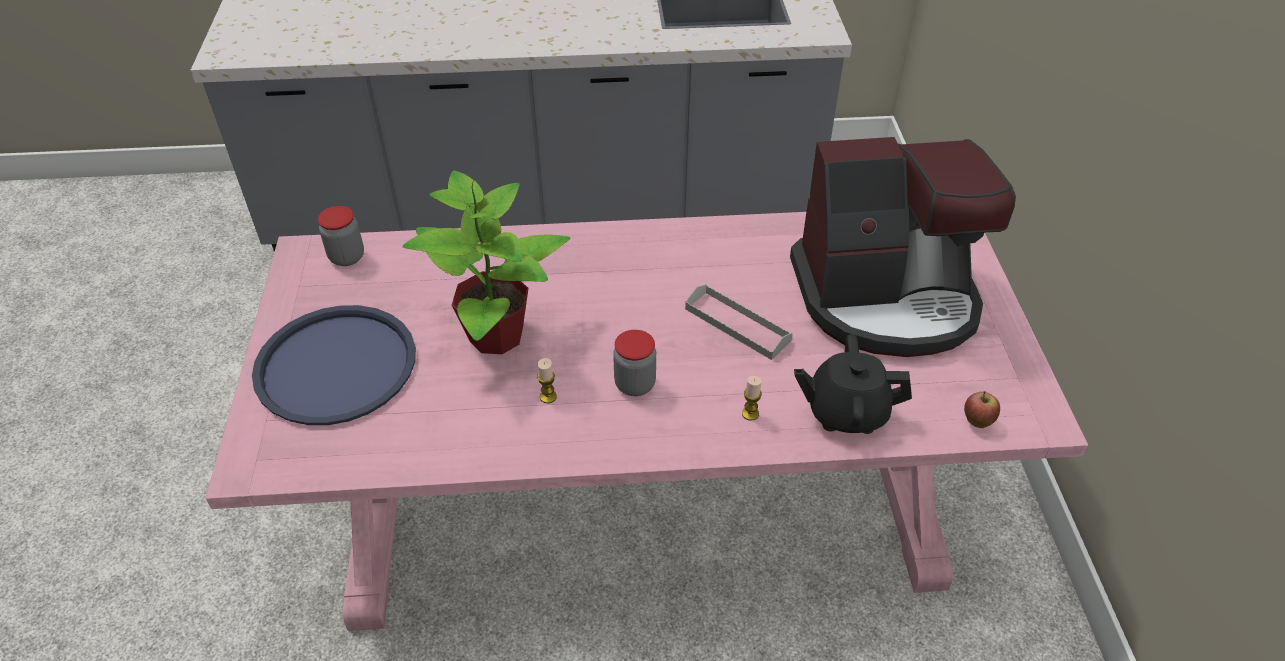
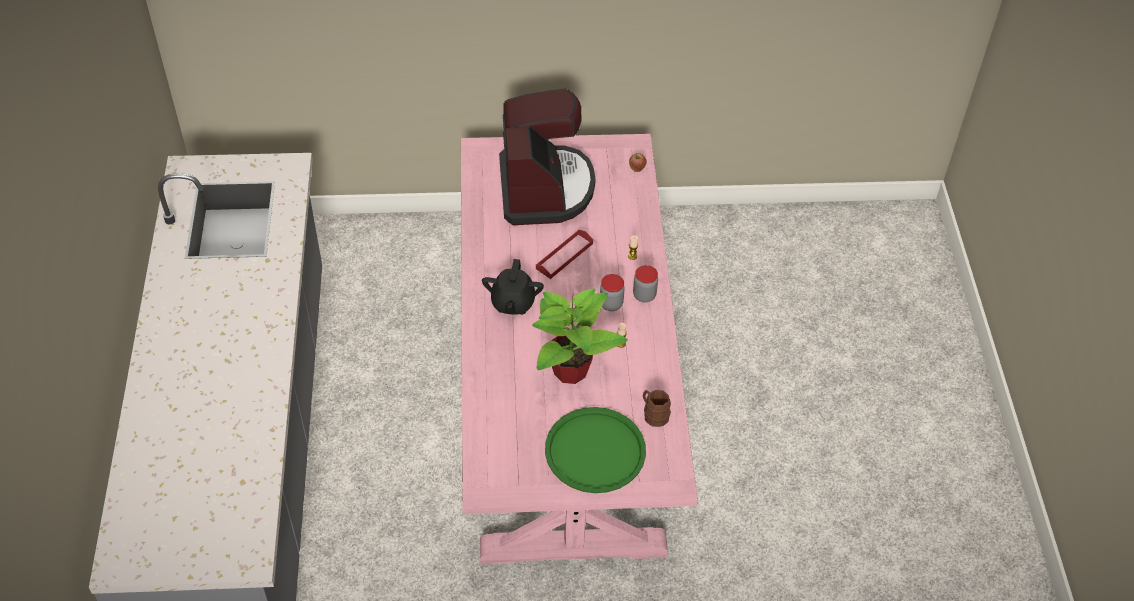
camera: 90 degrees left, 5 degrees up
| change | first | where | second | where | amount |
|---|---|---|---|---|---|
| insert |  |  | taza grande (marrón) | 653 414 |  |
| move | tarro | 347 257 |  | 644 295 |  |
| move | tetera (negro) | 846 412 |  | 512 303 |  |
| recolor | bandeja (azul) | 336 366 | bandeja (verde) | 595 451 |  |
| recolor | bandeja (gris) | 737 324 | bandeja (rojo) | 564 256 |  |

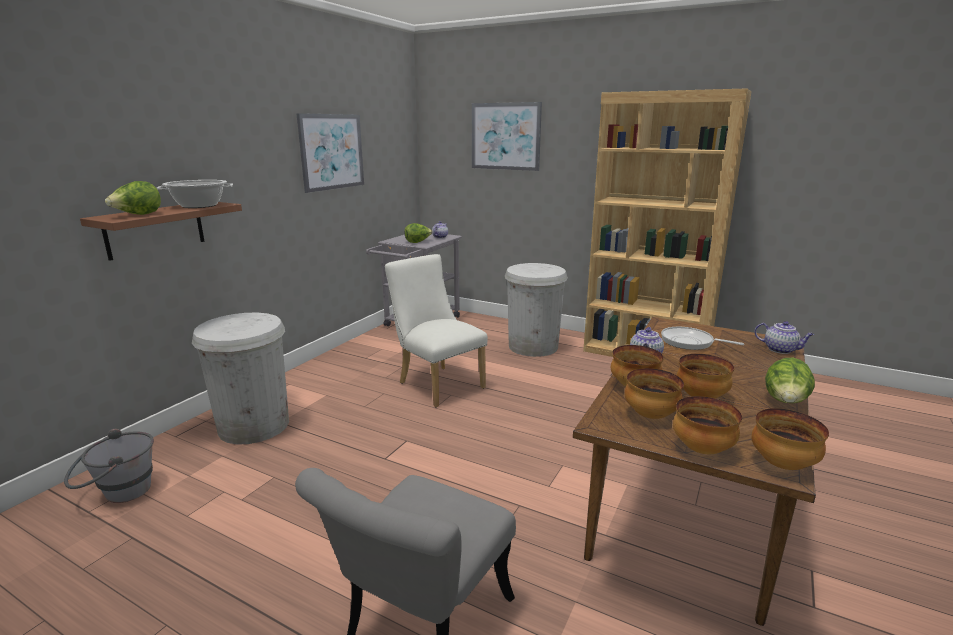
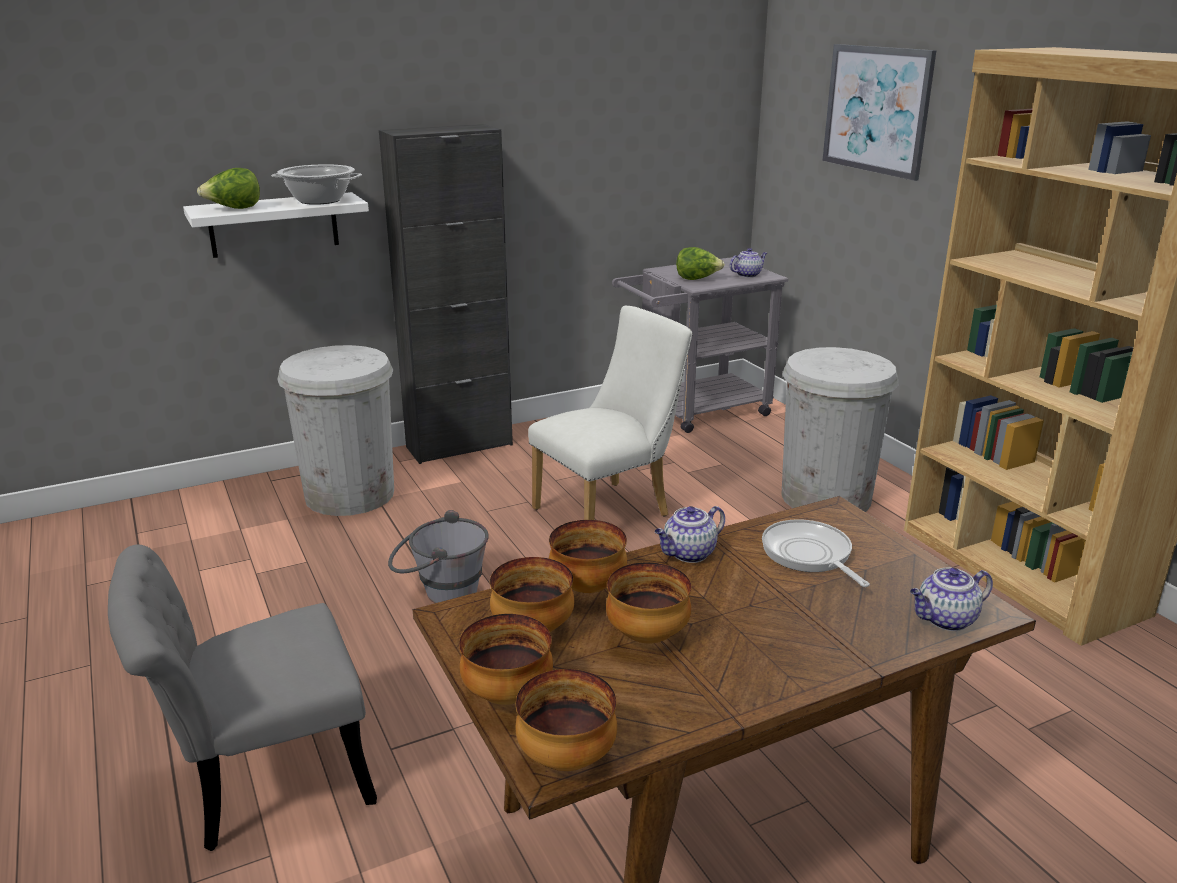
camera: 35 degrees right, 5 degrees up
| change | first | where | second | where | amount |
|---|---|---|---|---|---|
| delete | cuadro | 332 152 |  |  |  |
| delete | lechuga | 785 402 |  |  |  |
| insert |  |  | armario (negro) | 459 446 |  |
| move | cubo (gris) | 118 494 |  | 440 592 |  |
| recolor | estante (marrón) | 155 229 | estante (blanco) | 274 225 |  |
| rotate | silla (blanco) | 437 383 |  | 610 510 | 60 degrees clockwise |
| rotate | tetera | 780 350 |  | 945 620 | 90 degrees clockwise |

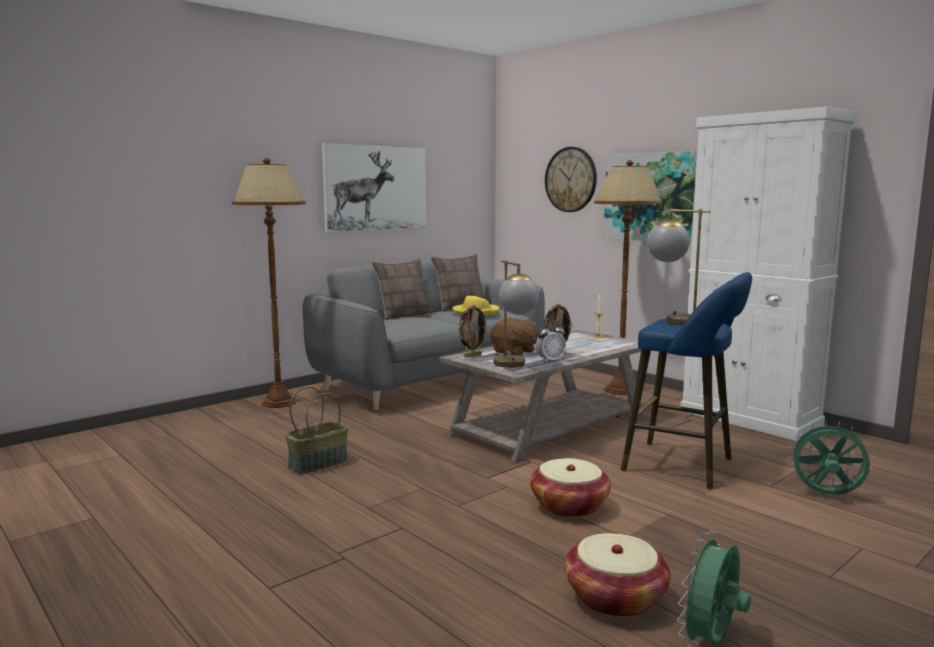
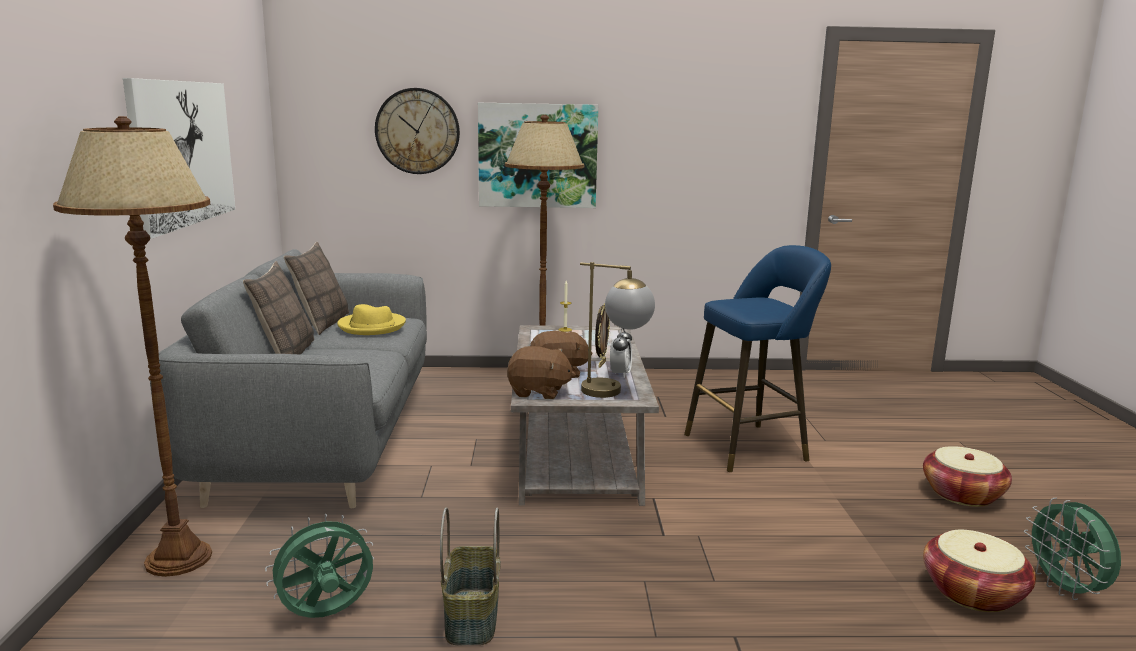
camera: 50 degrees left, 5 degrees up
| change | first | where | second | where | amount |
|---|---|---|---|---|---|
| delete | lámpara de mesa | 672 320 |  |  |  |
| delete | armario (blanco) | 750 418 |  |  |  |
| move | cesta | 569 506 |  | 962 494 |  |
| move | ventilador (verde) | 826 495 |  | 326 615 |  |
| replace | portarretratos | 472 356 | peluche (marrón) | 539 392 |  |

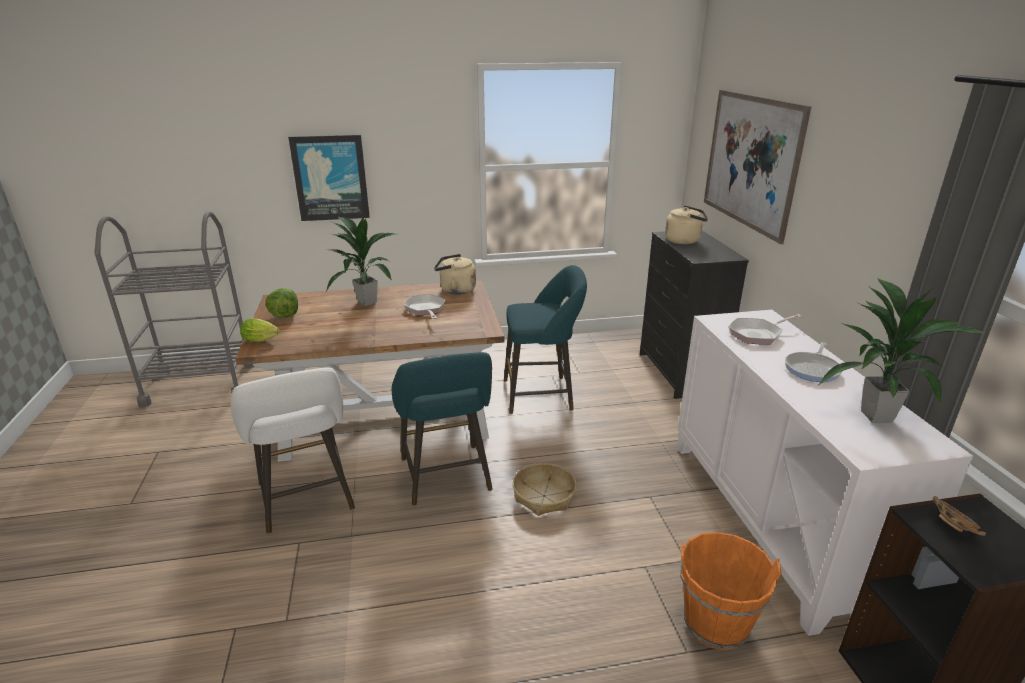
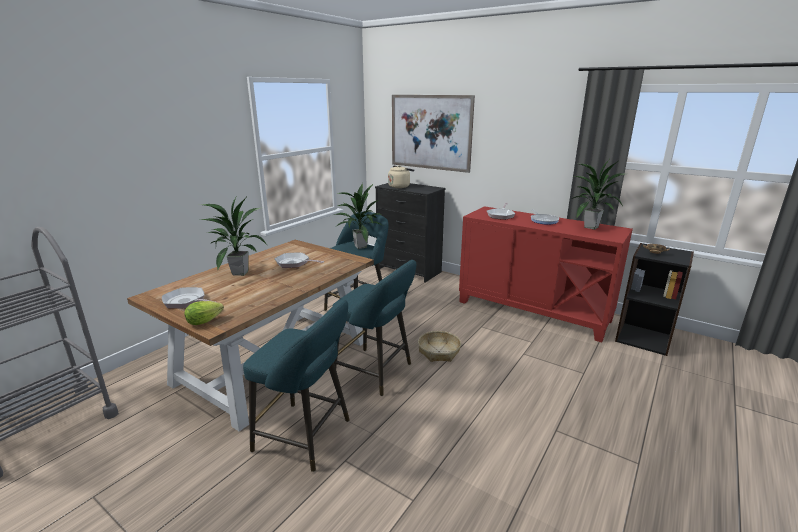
camera: 45 degrees left, 5 degrees down
| change | first | where | second | where | amount |
|---|---|---|---|---|---|
| delete | cuadro | 330 178 |  |  |  |
| delete | hervidor (beis) | 455 290 |  |  |  |
| delete | cubo (naranja) | 715 624 |  |  |  |
| insert |  |  | planta en maceta | 360 246 |  |
| replace | lechuga | 284 315 | sartén | 187 302 |  |
| recolor | taburete (blanco) | 307 500 | taburete (turquesa) | 307 437 |  |
| recolor | armario (blanco) | 772 519 | armario (rojo) | 533 311 |  |

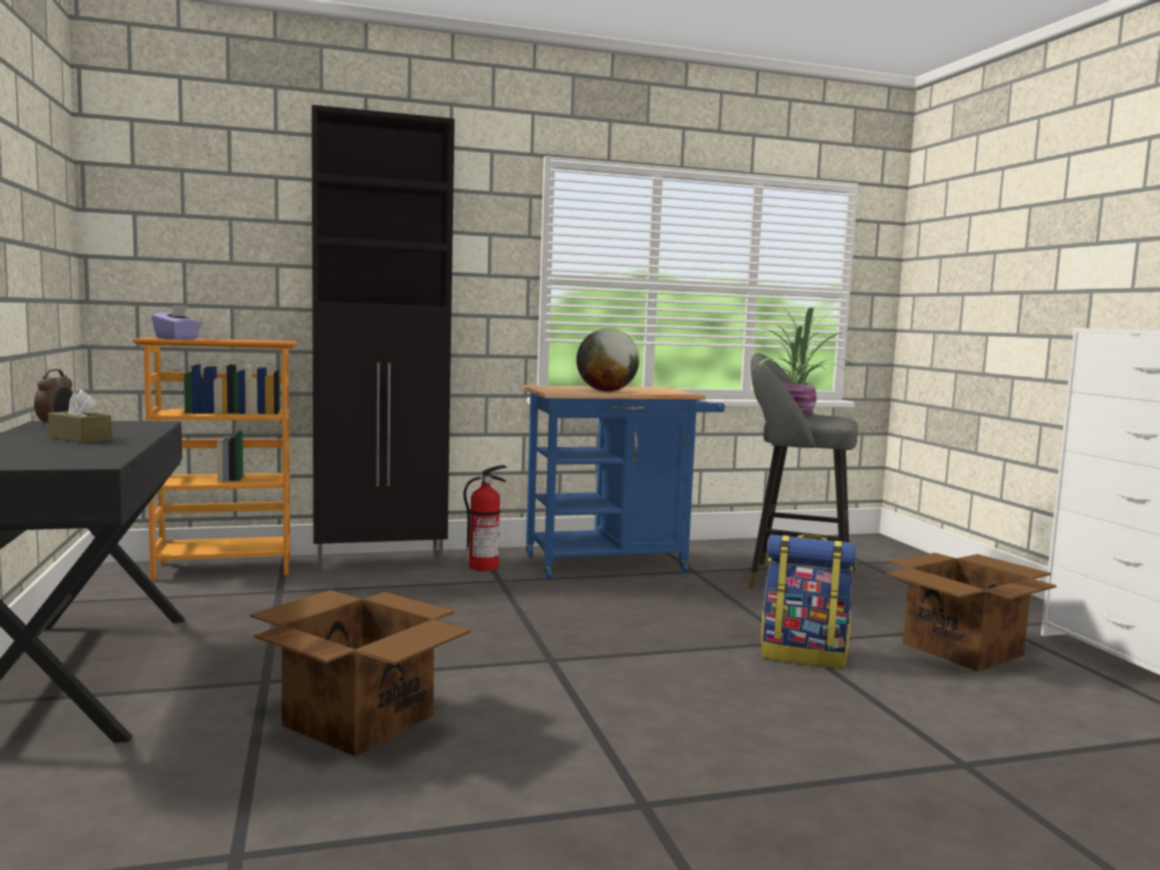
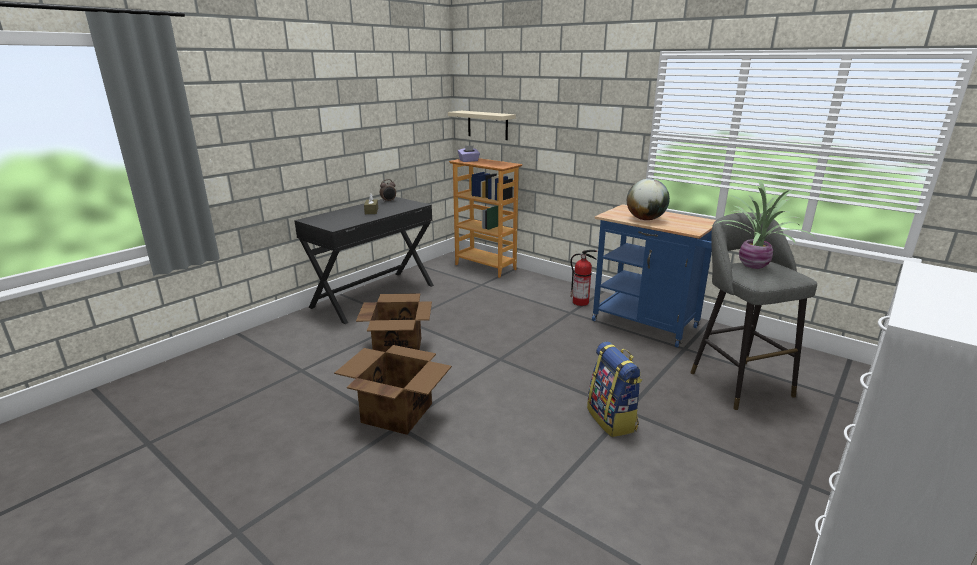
camera: 55 degrees right, 15 degrees up
| change | first | where | second | where | amount |
|---|---|---|---|---|---|
| delete | armario (negro) | 382 562 |  |  |  |
| insert |  |  | estante (beis) | 487 125 |  |
| move | caja de cartón | 960 649 |  | 396 412 |  |

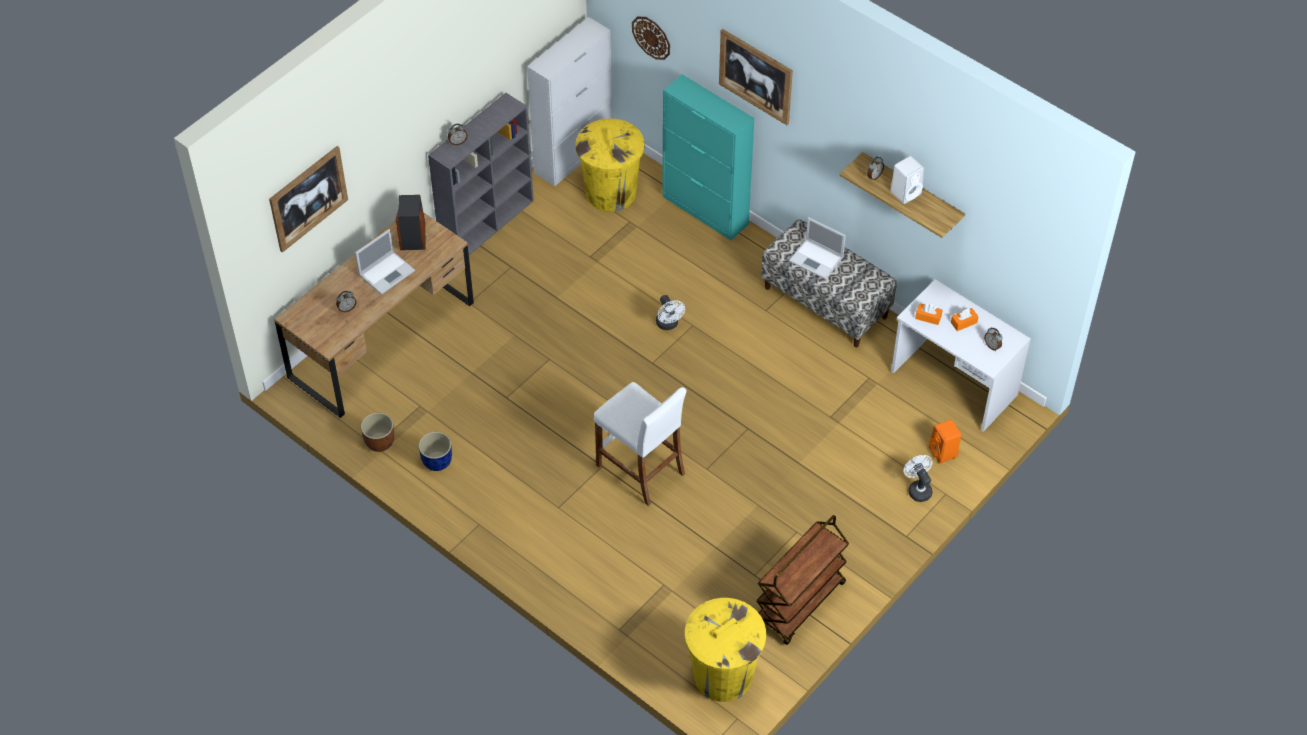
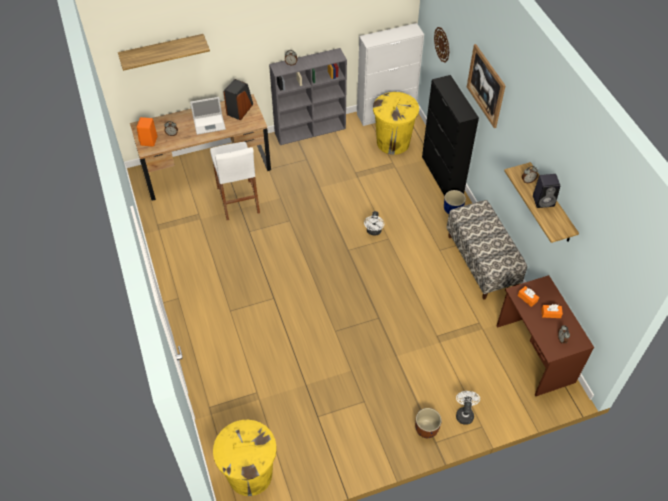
camera: 30 degrees right, 0 degrees up
| change | first | where | second | where | amount |
|---|---|---|---|---|---|
| delete | carrito (marrón) | 800 604 |  |  |  |
| delete | portátil | 817 259 |  |  |  |
| move | maceta (marrón) | 379 442 |  | 426 429 |  |
| move | maceta (azul) | 436 460 |  | 452 209 |  |
| move | taburete (blanco) | 640 470 |  | 238 200 |  |
| move | altavoz (naranja) | 944 453 |  | 149 141 |  |
| replace | cuadro | 308 198 | estante | 162 51 |  |
| recolor | armario (turquesa) | 705 210 | armario (negro) | 442 175 |  |
| recolor | altavoz (blanco) | 906 192 | altavoz (negro) | 544 201 |  |
| recolor | escritorio (blanco) | 953 384 | escritorio (marrón) | 534 354 |  |

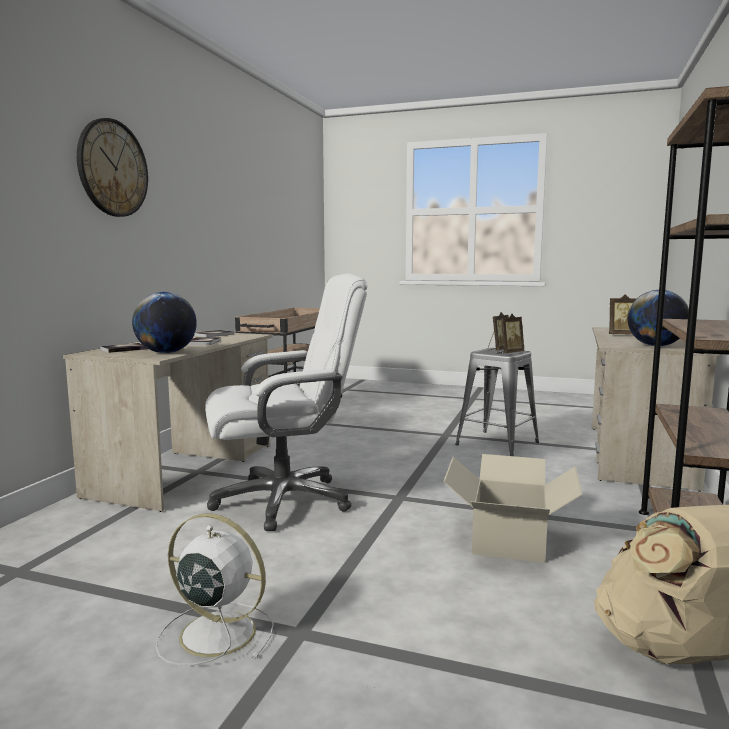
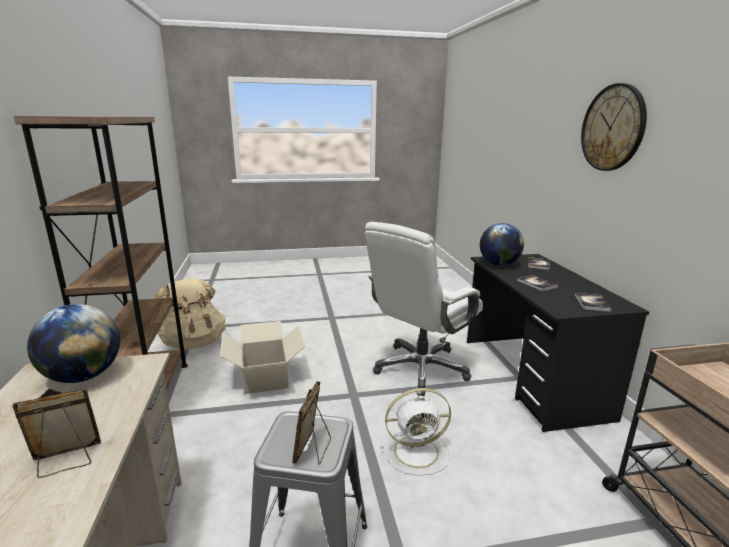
camera: 150 degrees right, 10 degrees up
| change | first | where | second | where | amount |
|---|---|---|---|---|---|
| delete | portarretratos | 509 353 |  |  |  |
| move | ventilador (blanco) | 215 633 |  | 418 451 |  |
| recolor | escritorio (beis) | 186 469 | escritorio (negro) | 531 377 |  |

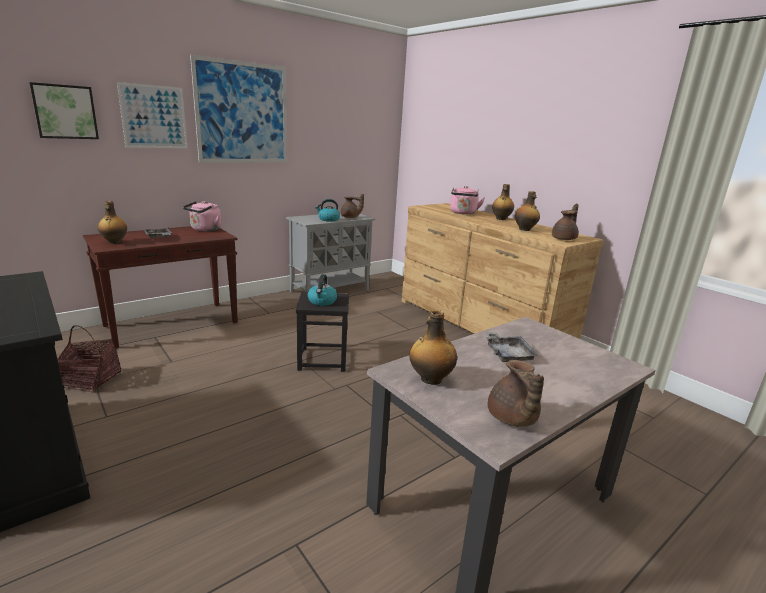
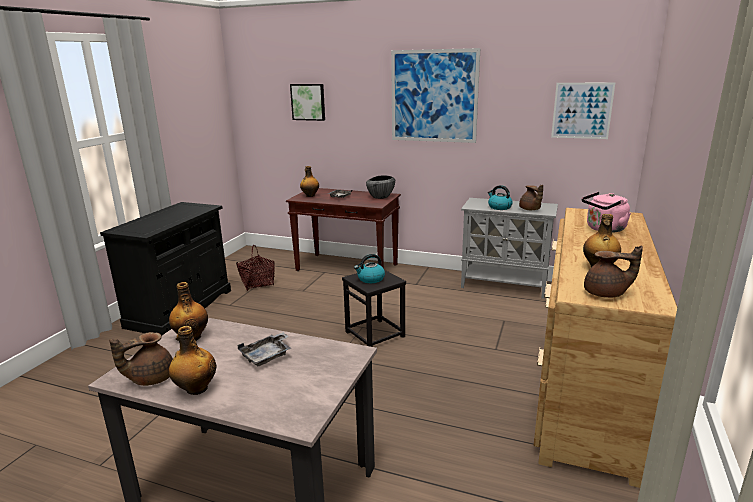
camera: 60 degrees right, 0 degrees up
| change | first | where | second | where | amount |
|---|---|---|---|---|---|
| move | cuadro | 154 117 |  | 582 110 |  |
| move | botella | 500 219 |  | 196 389 |  |
| replace | hervidor (rosa) | 205 230 | cuenco | 380 197 |  |

